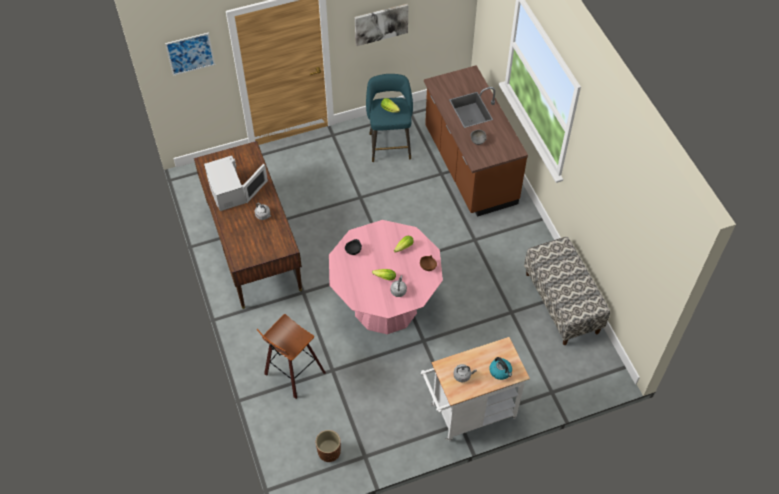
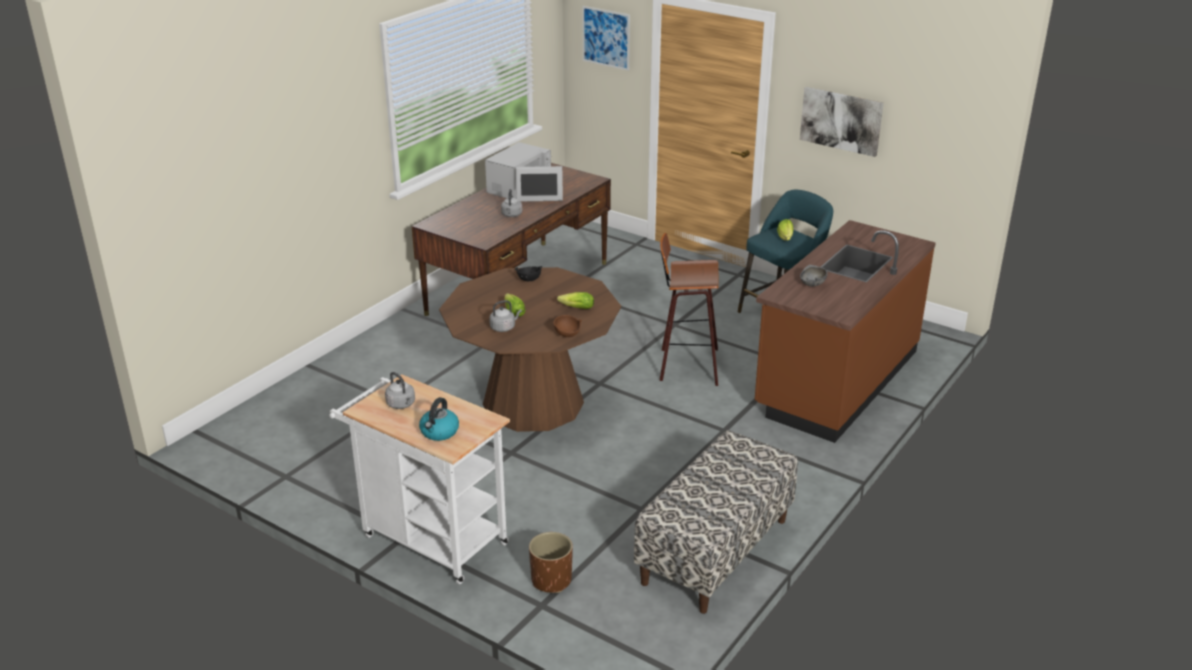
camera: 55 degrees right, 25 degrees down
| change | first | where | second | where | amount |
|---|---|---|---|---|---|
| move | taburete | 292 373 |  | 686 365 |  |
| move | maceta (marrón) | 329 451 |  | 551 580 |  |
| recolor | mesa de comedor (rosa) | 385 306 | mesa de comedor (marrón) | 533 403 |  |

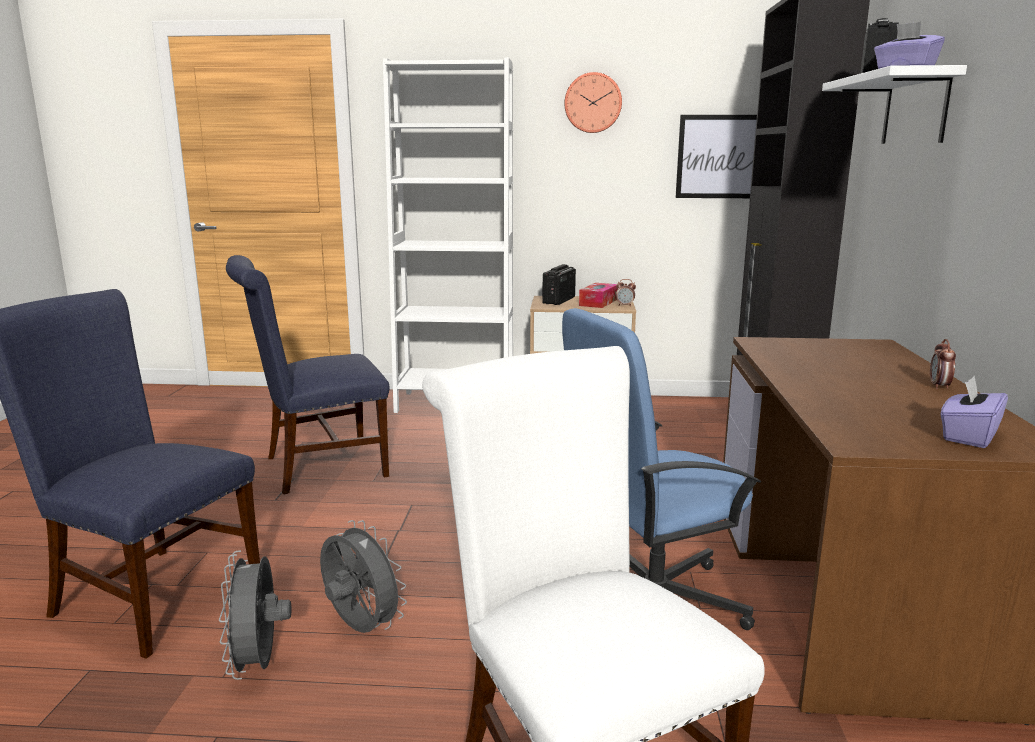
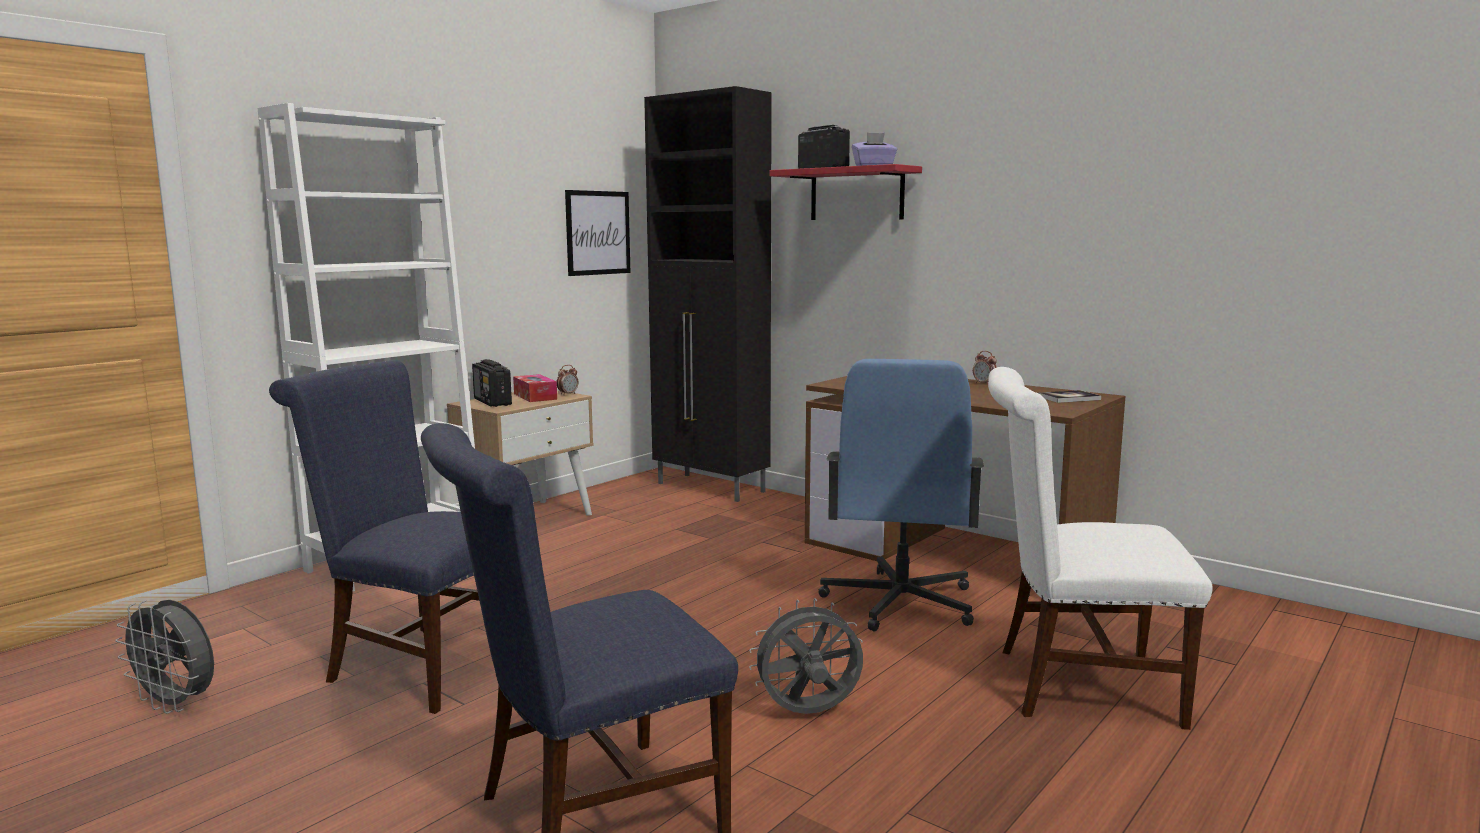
camera: 55 degrees left, 5 degrees down
| change | first | where | second | where | amount |
|---|---|---|---|---|---|
| delete | reloj de pared | 593 103 |  |  |  |
| move | ventilador (gris) | 259 665 |  | 177 704 |  |
| replace | caja de pañuelos (morado) | 968 436 | libro | 1069 398 |  |
| recolor | estante (blanco) | 915 109 | estante (rojo) | 856 194 |  |
| rotate | silla (azul) | 317 467 |  | 421 663 | 105 degrees clockwise |

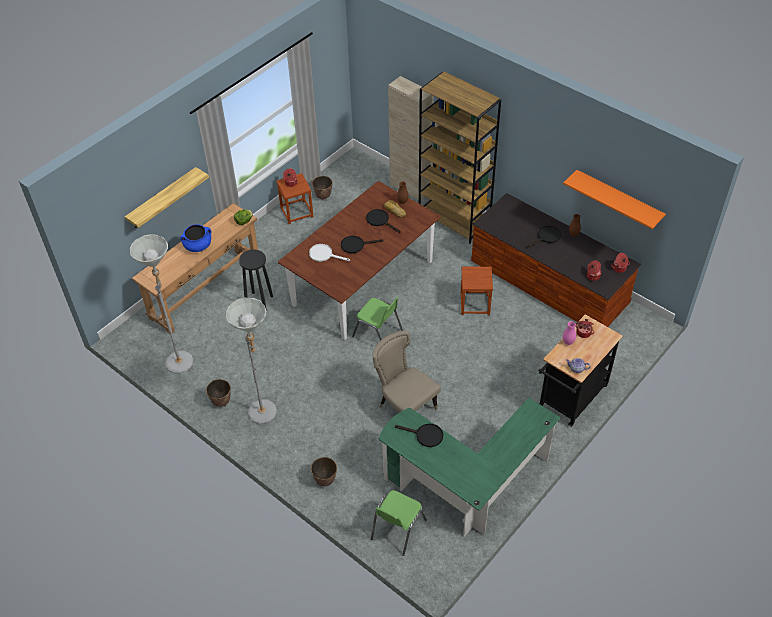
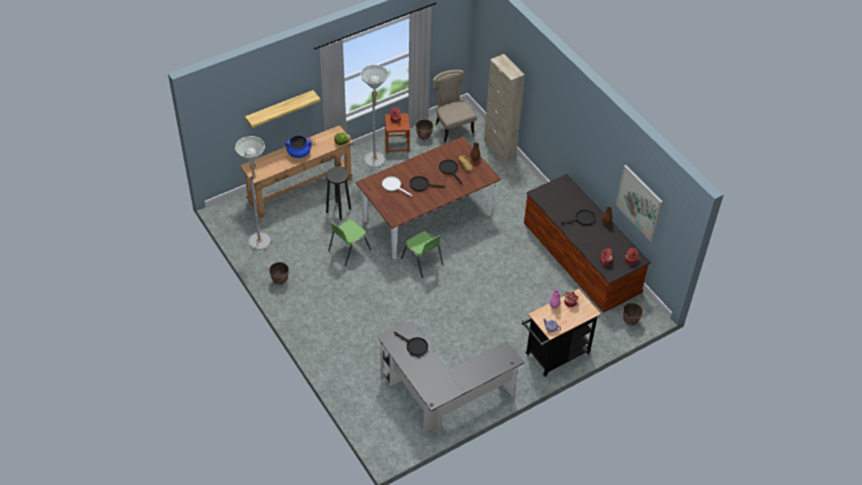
camera: 15 degrees right, 0 degrees up
| change | first | where | second | where | amount |
|---|---|---|---|---|---|
| delete | estantería (marrón) | 454 220 |  |  |  |
| delete | taburete (marrón) | 475 304 |  |  |  |
| move | lámpara de pie (gris) | 265 417 |  | 375 163 |  |
| move | maceta | 325 480 |  | 630 321 |  |
| move | silla (verde) | 397 530 |  | 348 250 |  |
| move | silla (beis) | 405 408 |  | 452 130 |  |
| replace | estante (naranja) | 618 199 | cuadro | 639 202 |  |
| recolor | escritorio (verde) | 466 486 | escritorio (negro) | 441 397 |  |

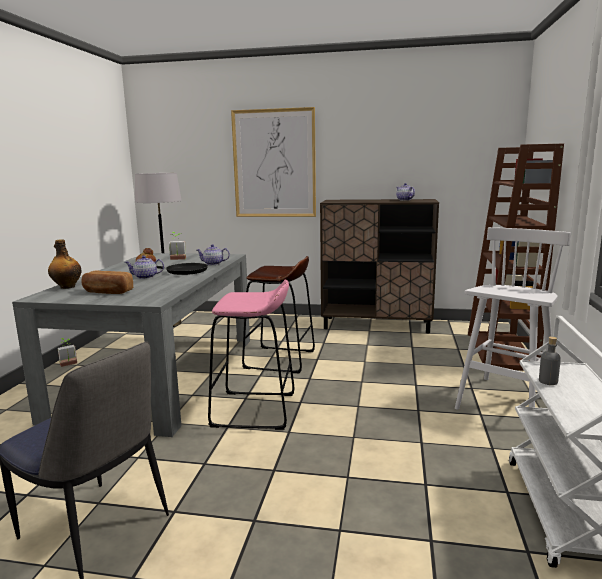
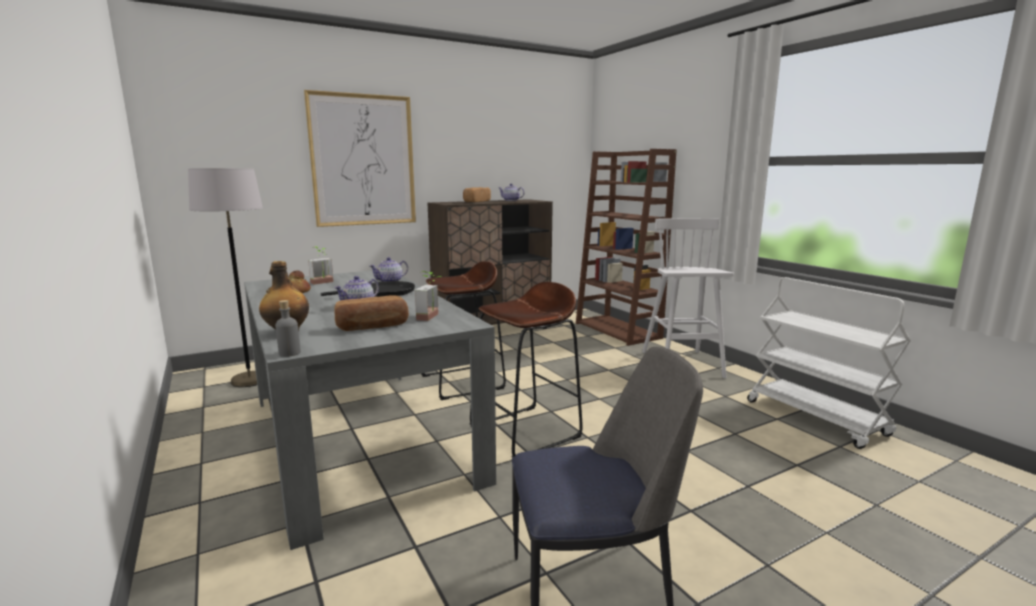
camera: 40 degrees left, 0 degrees up
| change | first | where | second | where | amount |
|---|---|---|---|---|---|
| insert |  |  | pan | 476 201 |  |
| move | planta en maceta | 69 364 |  | 432 317 |  |
| move | botella (gris) | 548 381 |  | 289 353 |  |
| recolor | taburete (rosa) | 254 410 | taburete (marrón) | 525 431 |  |

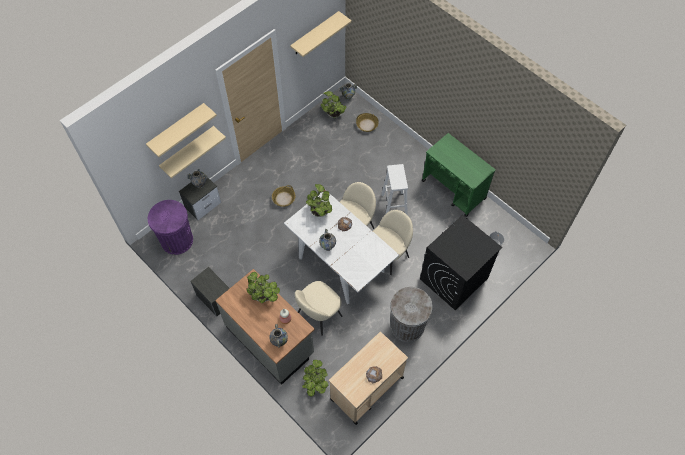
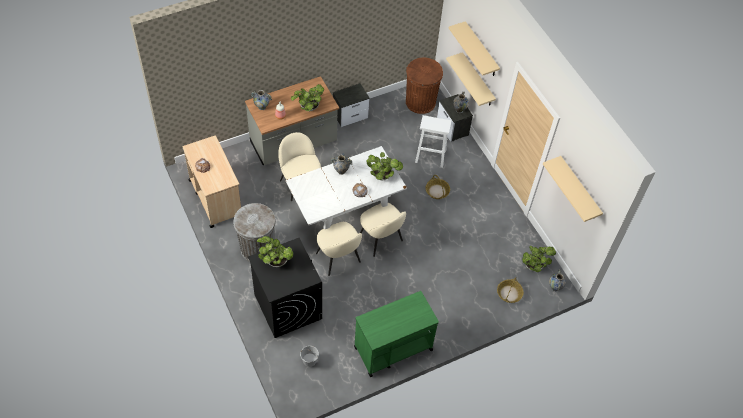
camera: 105 degrees right, 5 degrees down
| change | first | where | second | where | amount |
|---|---|---|---|---|---|
| move | planta en maceta | 315 384 |  | 275 261 |  |
| move | taburete (blanco) | 394 205 |  | 430 156 |  |
| recolor | papelera (morado) | 177 240 | papelera (marrón) | 420 102 |  |

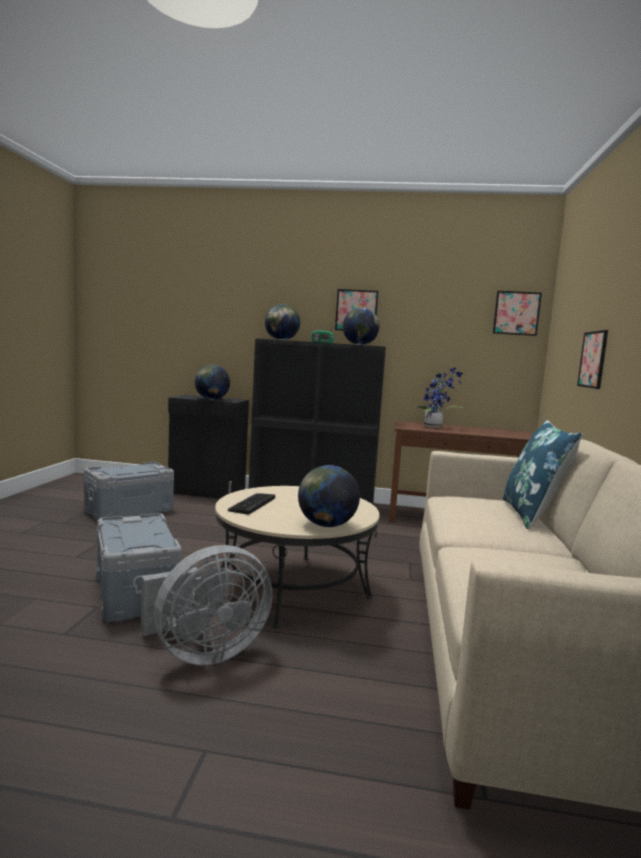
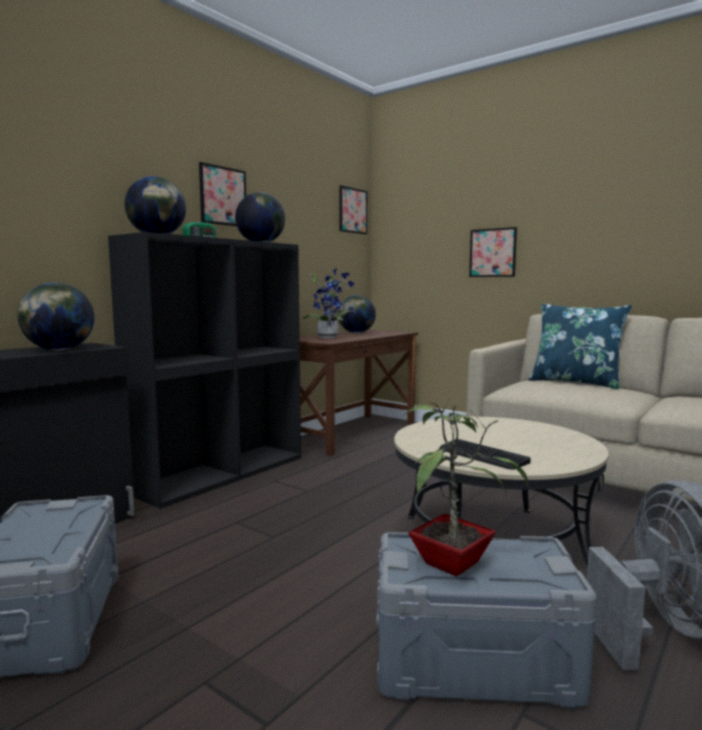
camera: 60 degrees left, 0 degrees up
| change | first | where | second | where | amount |
|---|---|---|---|---|---|
| insert |  |  | planta en maceta | 453 562 |  |
| move | globo terráqueo | 326 525 |  | 356 333 |  |

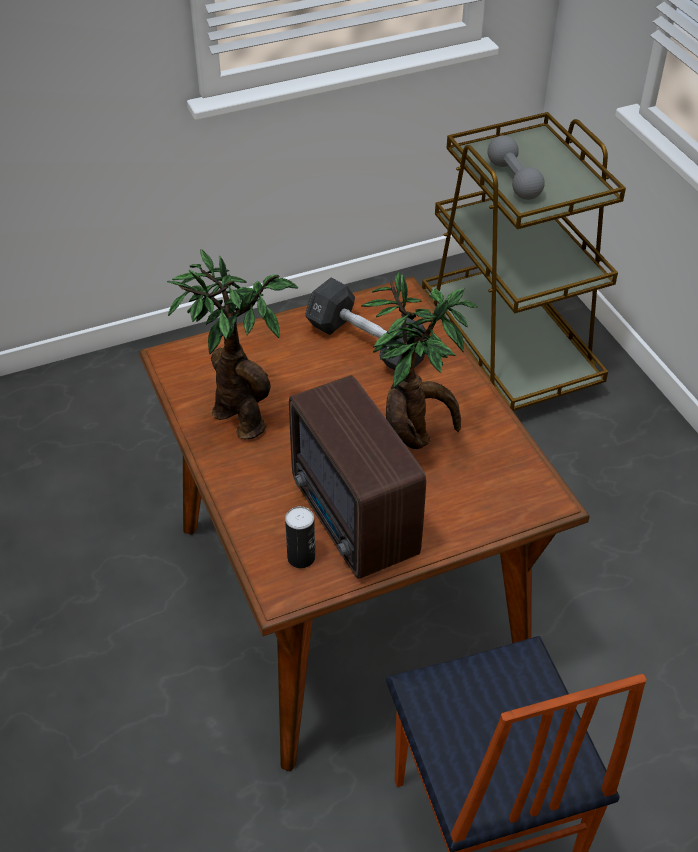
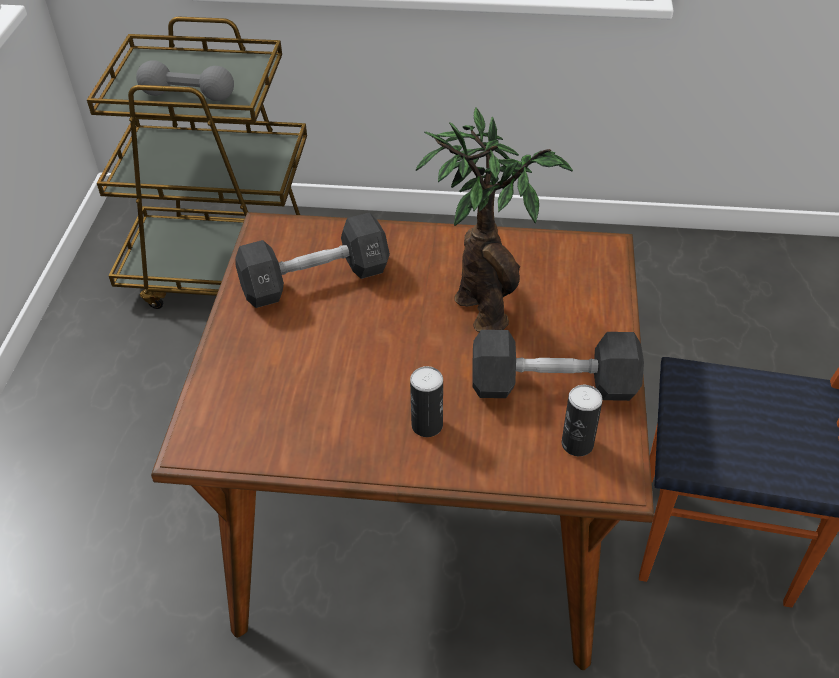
camera: 60 degrees left, 0 degrees up
| change | first | where | second | where | amount |
|---|---|---|---|---|---|
| delete | planta en maceta | 237 415 |  |  |  |
| insert |  |  | lata | 427 425 |  |
| replace | radio | 353 522 | mancuerna (negro) | 553 385 |  |

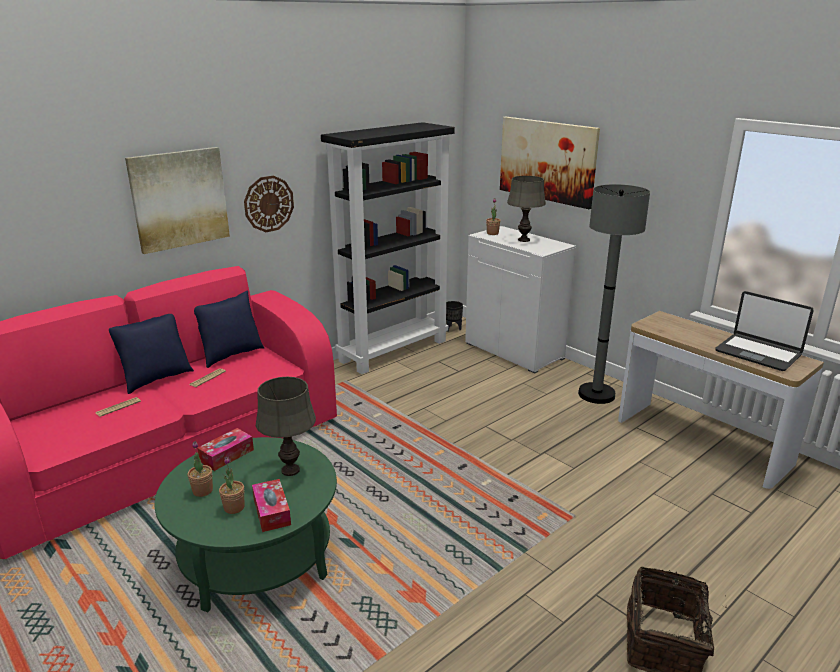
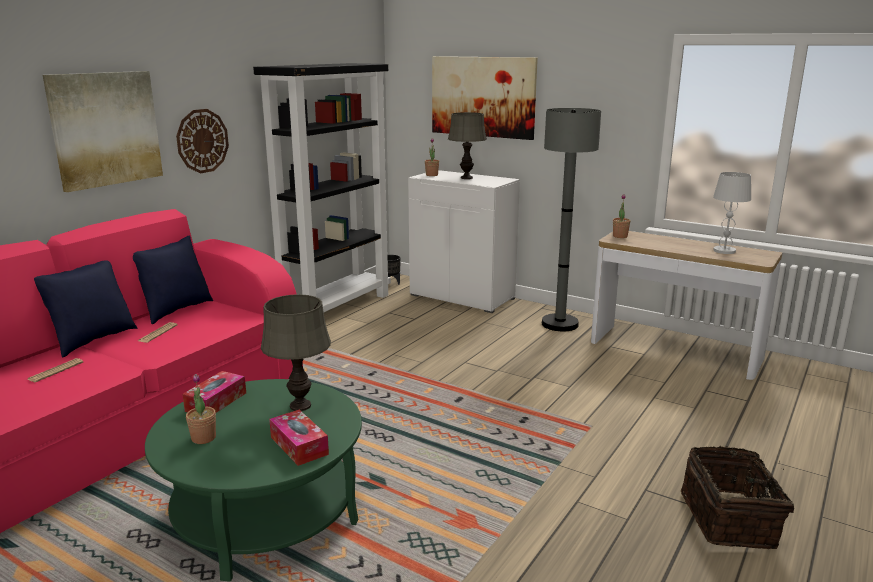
camera: 15 degrees left, 5 degrees down
| change | first | where | second | where | amount |
|---|---|---|---|---|---|
| move | planta en maceta | 234 507 |  | 620 236 |  |
| replace | portátil | 758 353 | lámpara de mesa (blanco) | 724 251 |  |

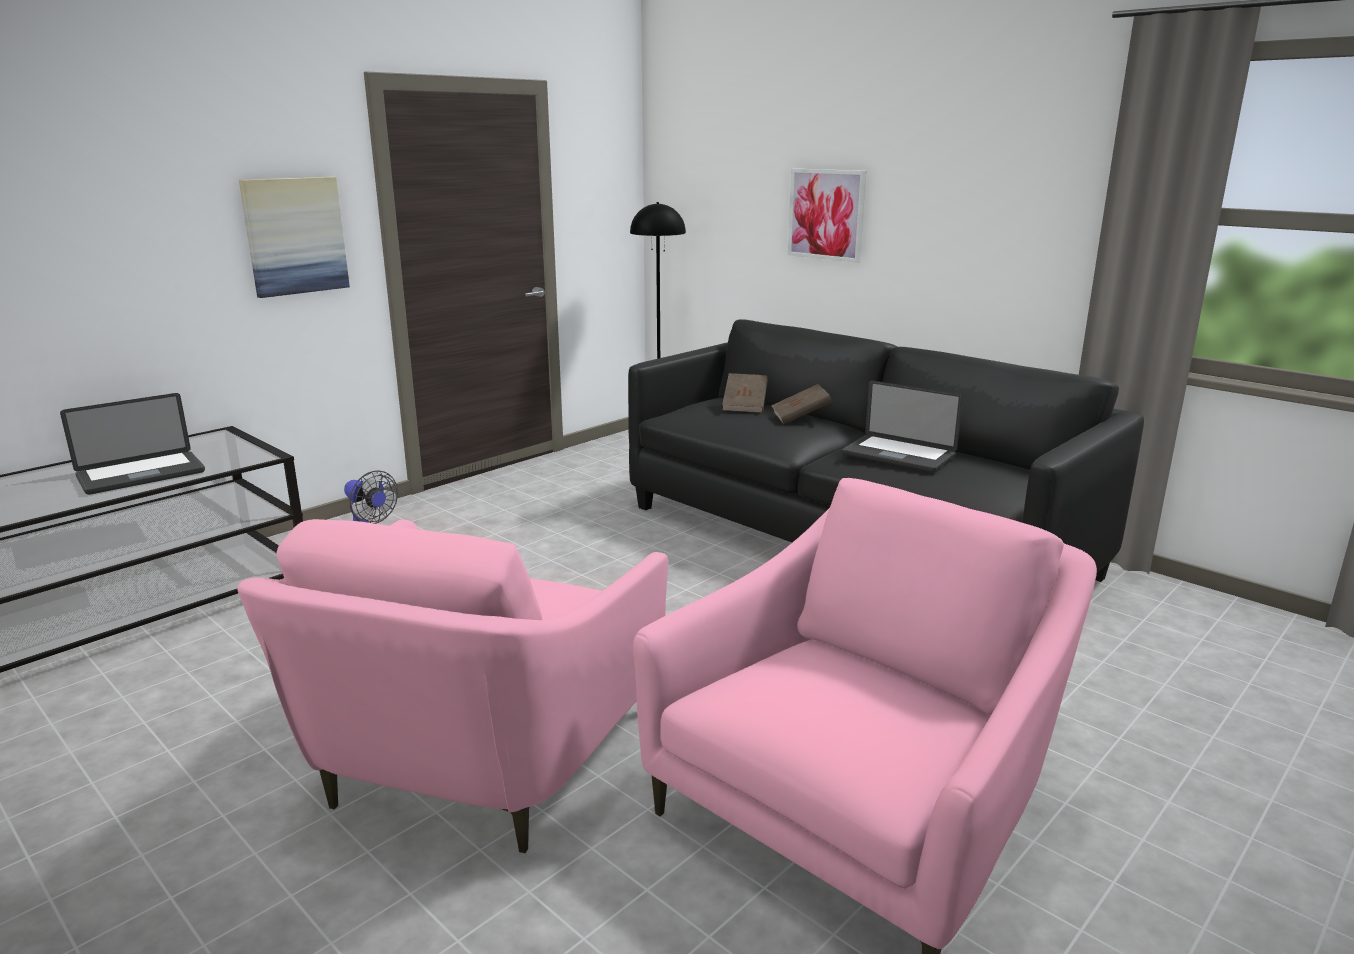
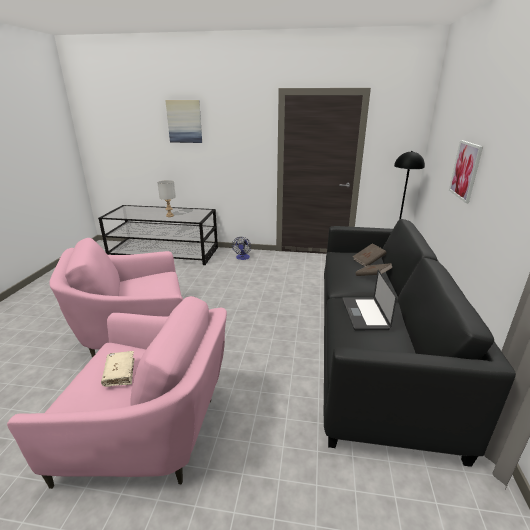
camera: 55 degrees right, 5 degrees up
| change | first | where | second | where | amount |
|---|---|---|---|---|---|
| insert |  |  | libro (beis) | 119 373 |  |
| move | cuadro | 295 236 |  | 184 121 |  |
| replace | portátil | 141 474 | lámpara de mesa (gris) | 170 216 |  |

